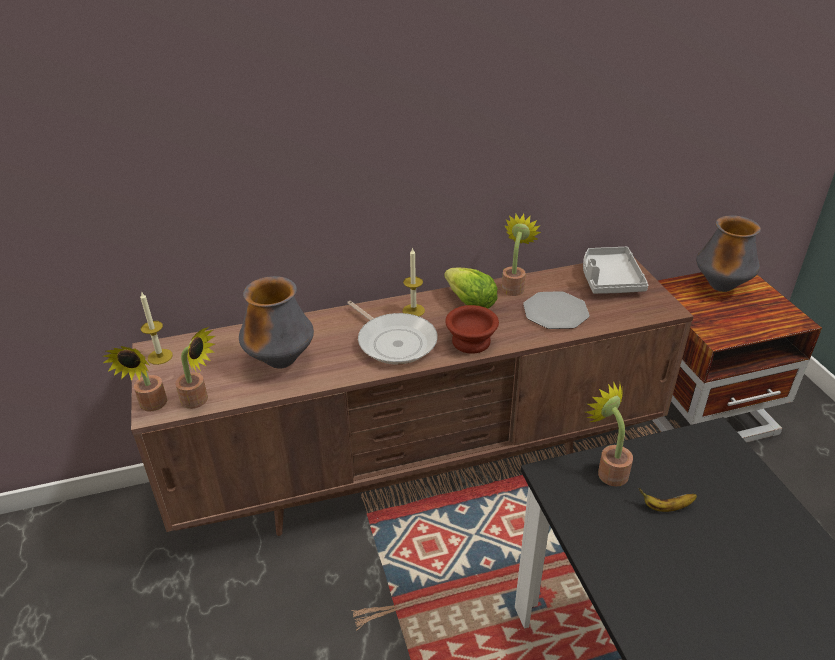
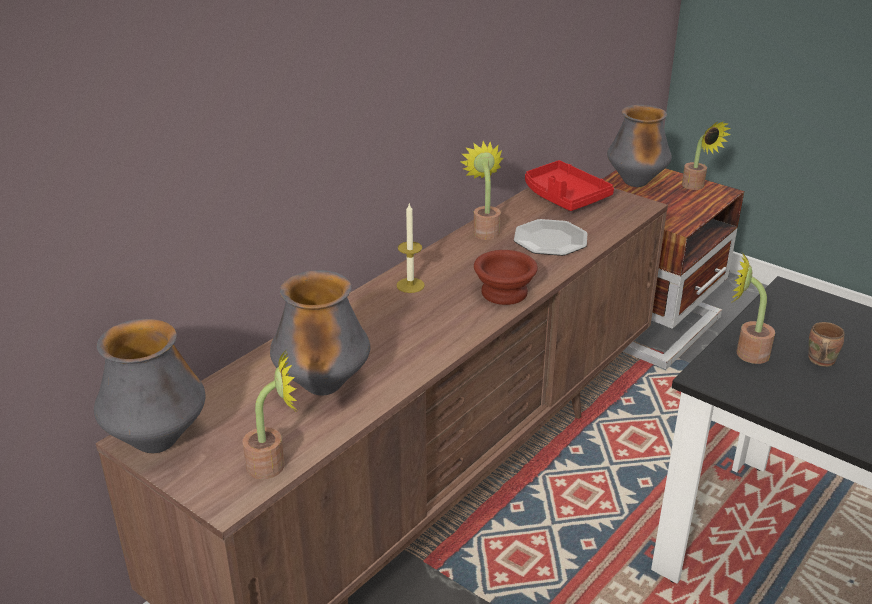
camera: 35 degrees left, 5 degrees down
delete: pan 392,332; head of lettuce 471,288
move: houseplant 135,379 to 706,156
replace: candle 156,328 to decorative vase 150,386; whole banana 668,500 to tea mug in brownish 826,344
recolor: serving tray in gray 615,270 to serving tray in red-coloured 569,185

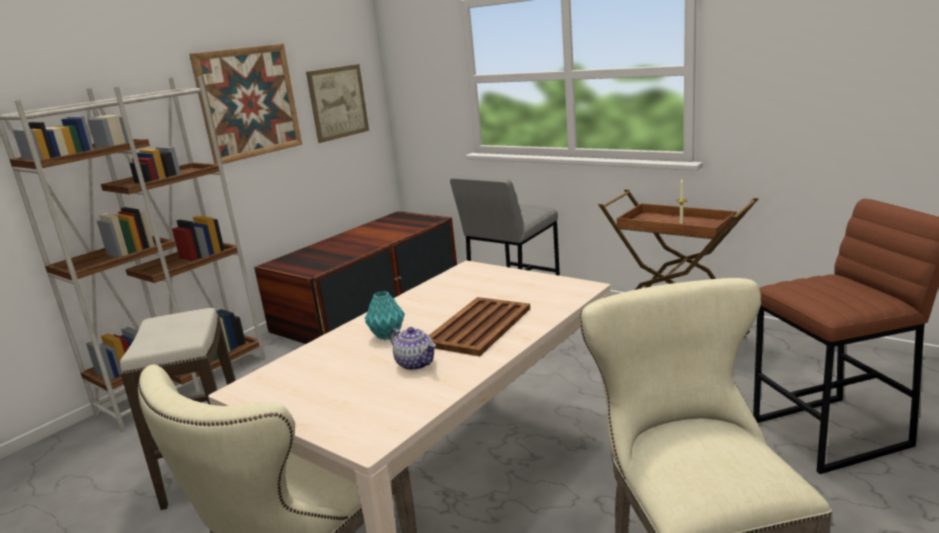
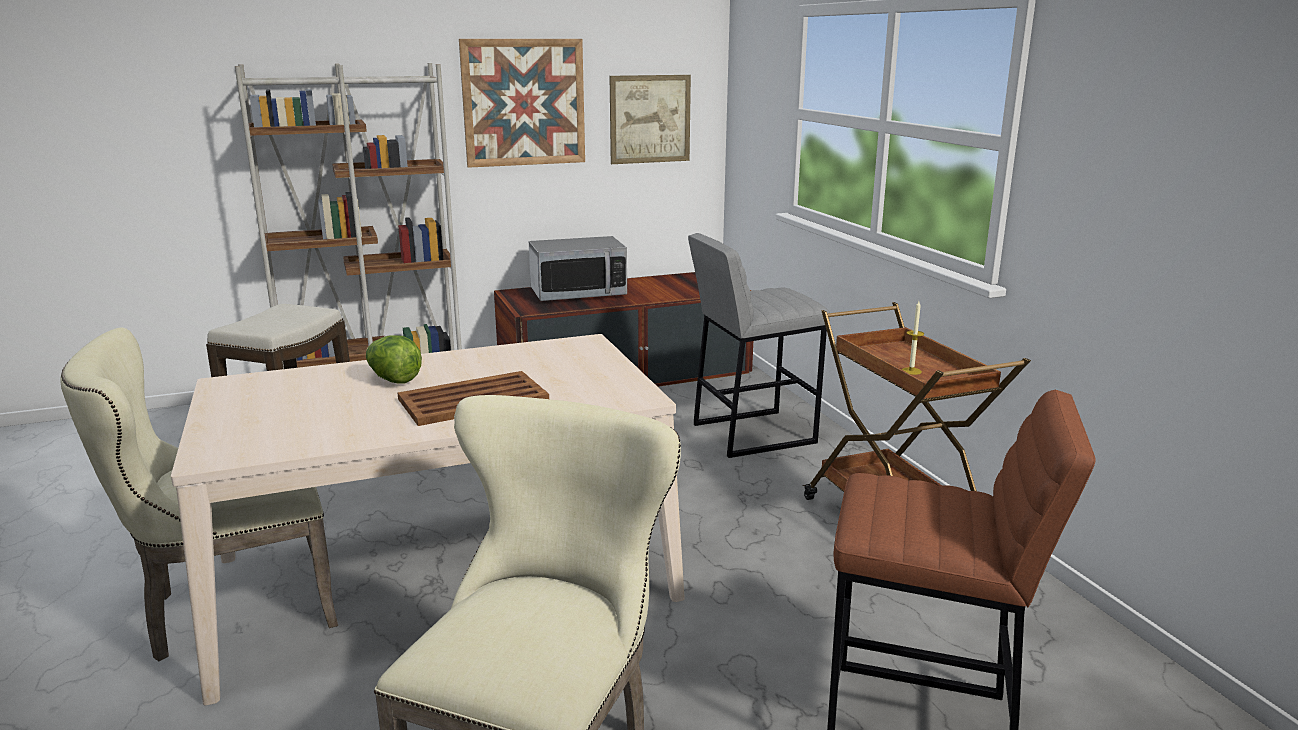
camera: 30 degrees right, 0 degrees up
delete: tea pot 413,348
insert: microwave 578,268
replace: decorative vase in blue-green 385,315 to head of lettuce 394,359

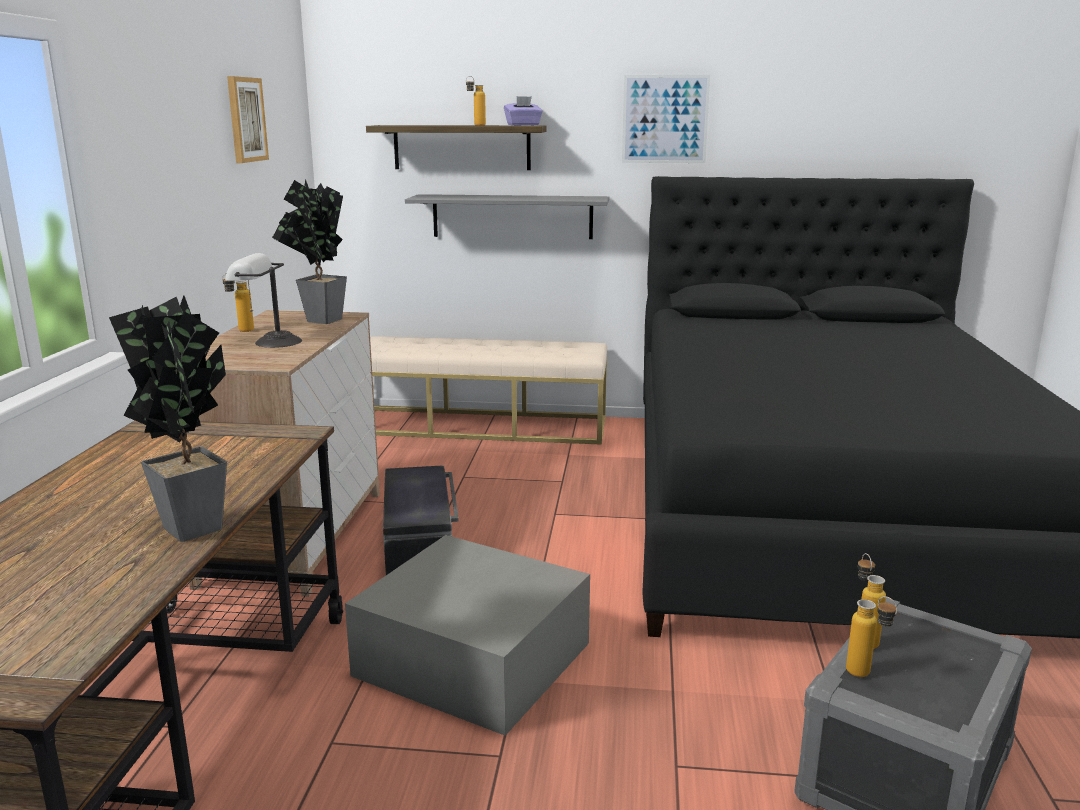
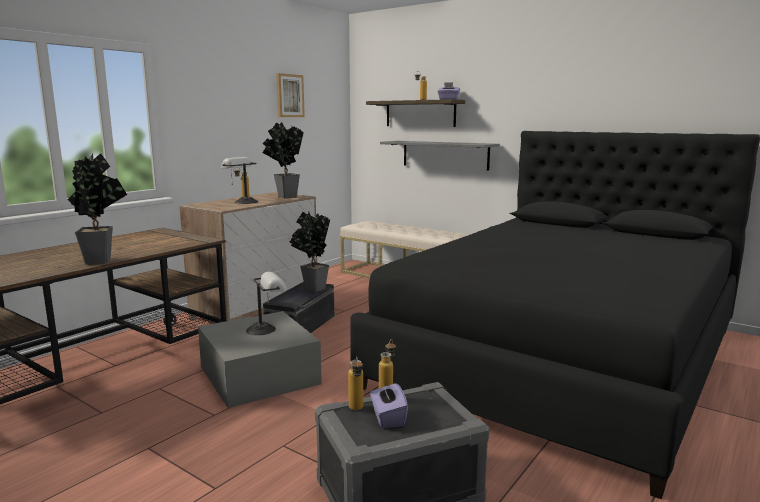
camera: 30 degrees right, 5 degrees down
delete: wall art 666,119
insert: tabletop lamp 266,303; houseplant 310,252; box of tissues in purple-coloured 389,404

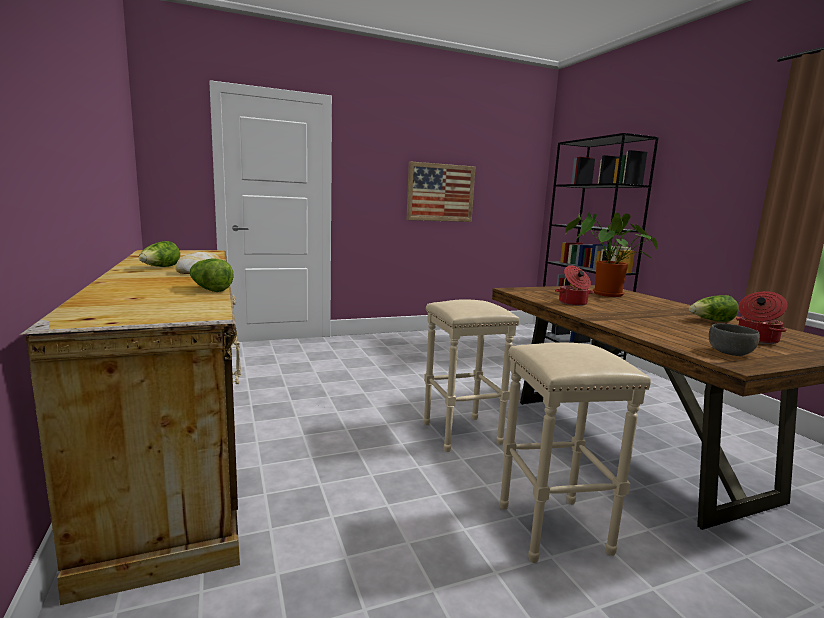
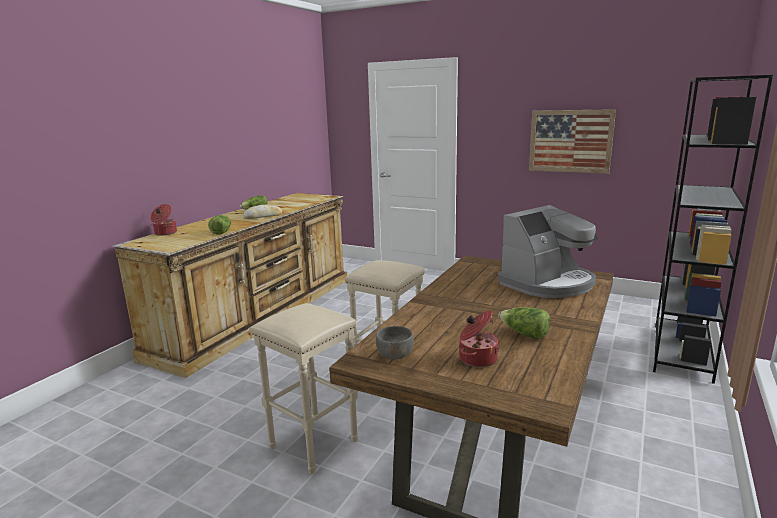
camera: 50 degrees right, 5 degrees up
move: stockpot 574,286 to 163,219
replace: houseplant 611,255 to coffee brewer 548,251

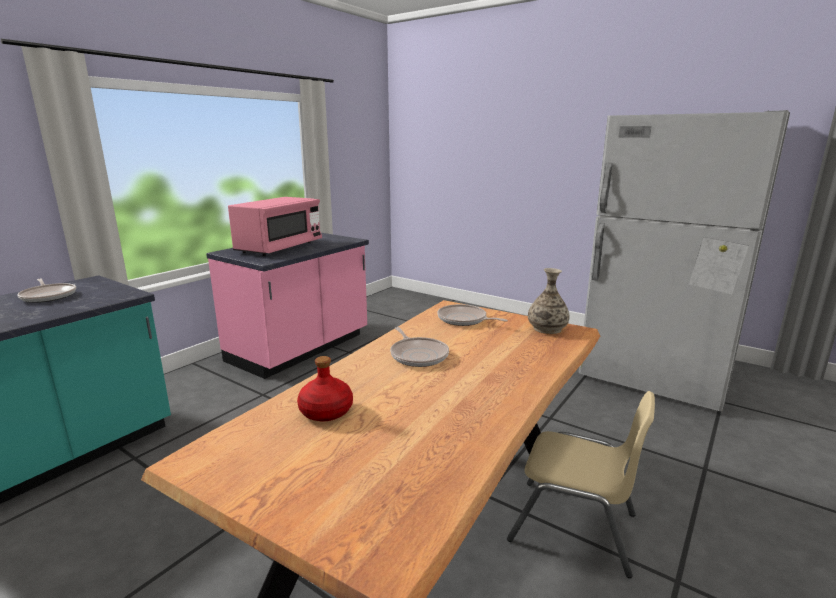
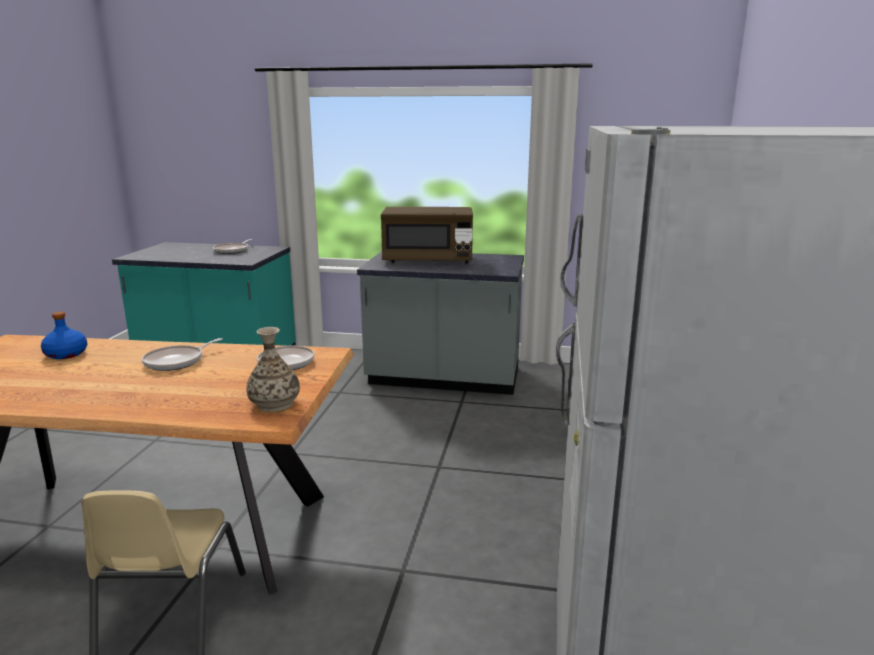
camera: 65 degrees right, 0 degrees up
recolor: kitchen base unit in pinkish 287,306 to kitchen base unit in gray 440,323; microwave in pinkish 275,226 to microwave in brownish 427,235; drink bottle in red-coloured 325,388 to drink bottle in bluish 64,335

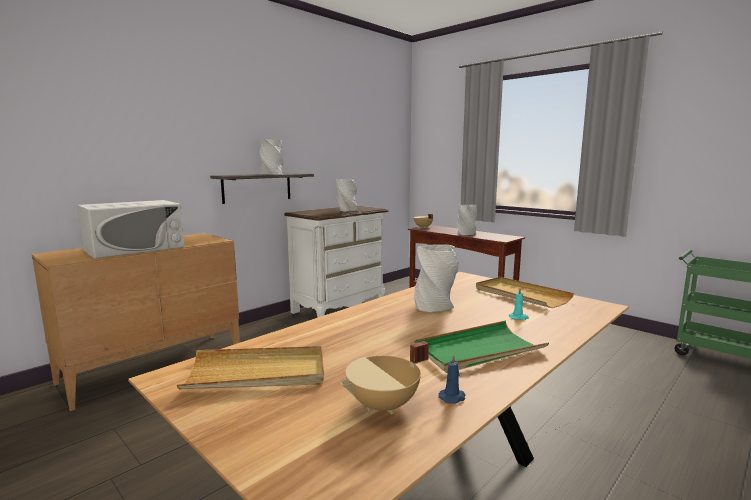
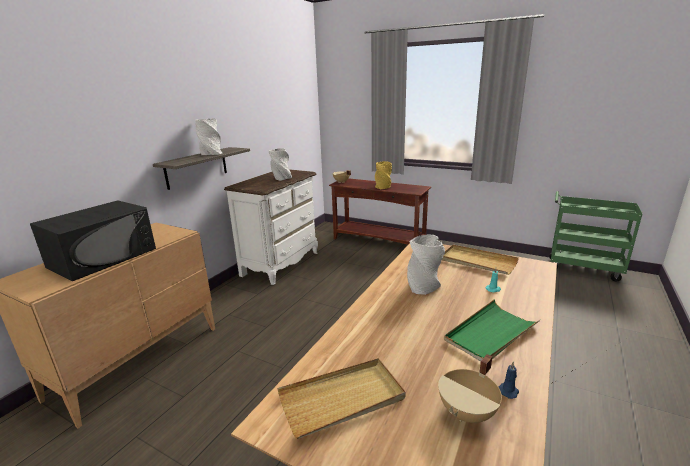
camera: 15 degrees left, 10 degrees up
recolor: microwave in white-coloured 130,229 to microwave in black-coloured 93,240; decorative vase in gray 467,219 to decorative vase in yellowish 383,175

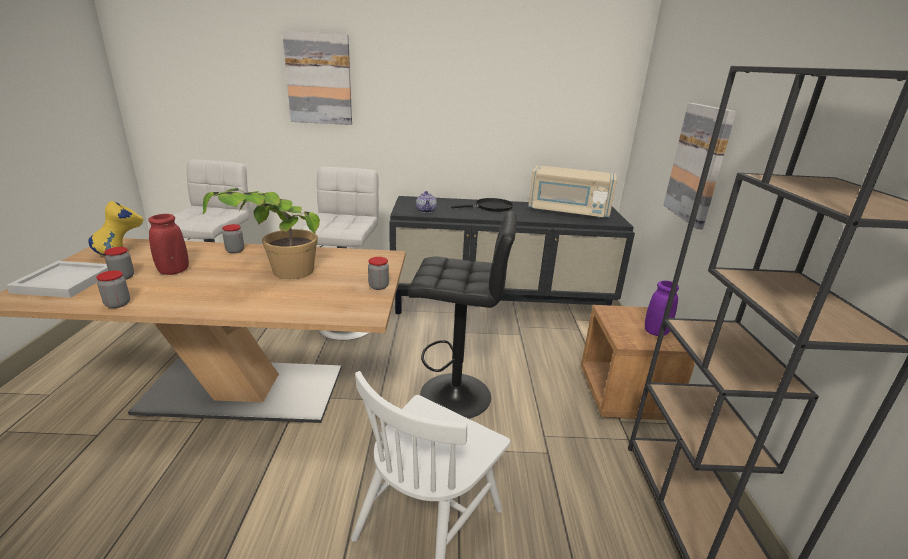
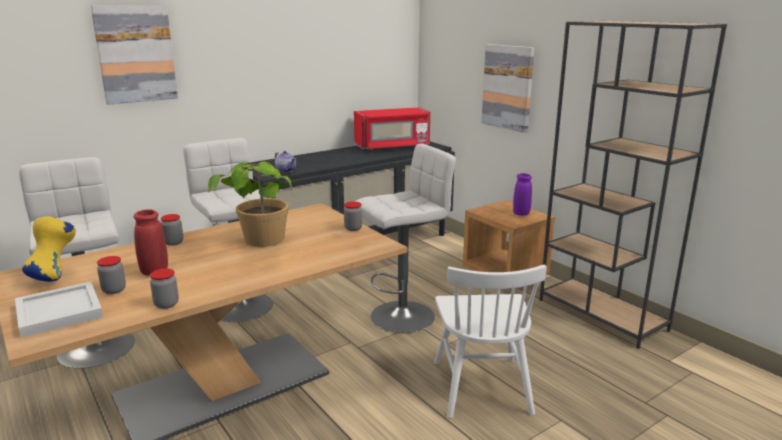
camera: 35 degrees left, 5 degrees down
delete: pan in black-coloured 482,205
recolor: sitting stool in black-coloured 462,315 to sitting stool in white-coloured 405,238; microwave in beige 572,191 to microwave in red-coloured 392,129

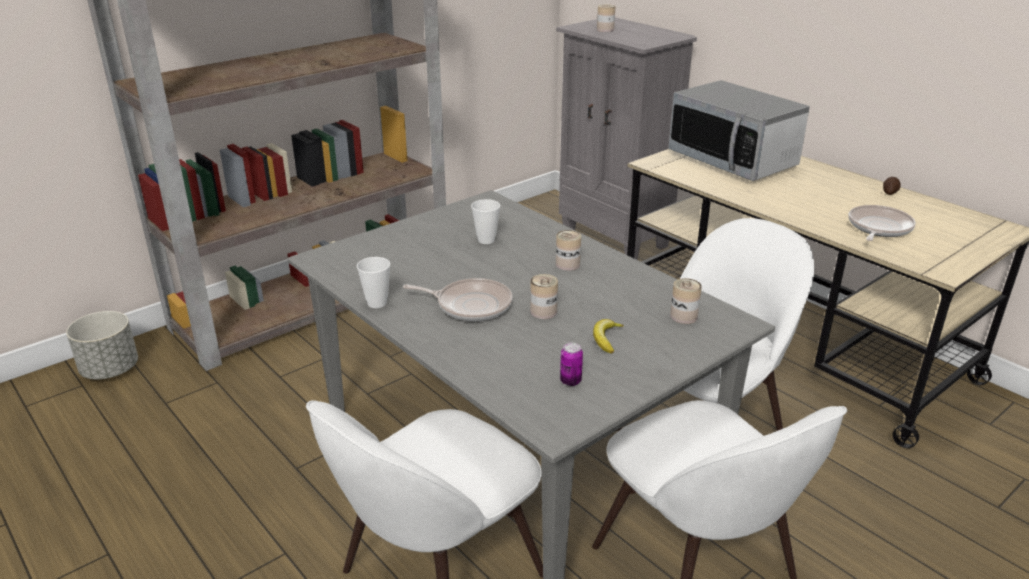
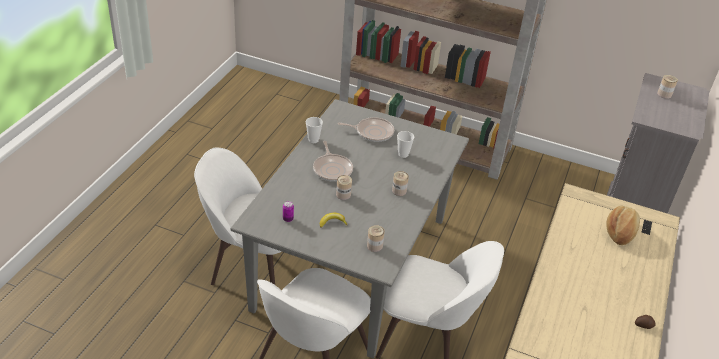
camera: 60 degrees right, 10 degrees up
delete: plant pot in gray 102,345
move: pan 882,223 to 366,129
replace: microwave 739,130 to bakery bread 623,225

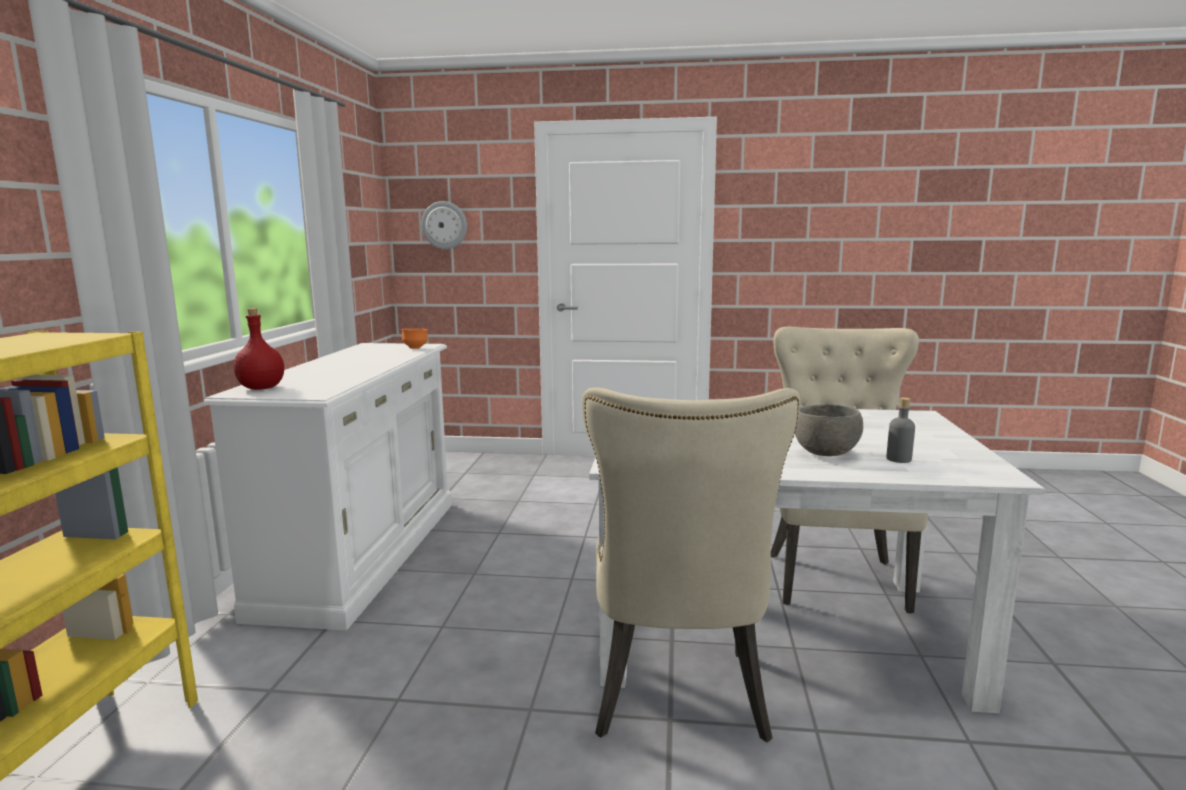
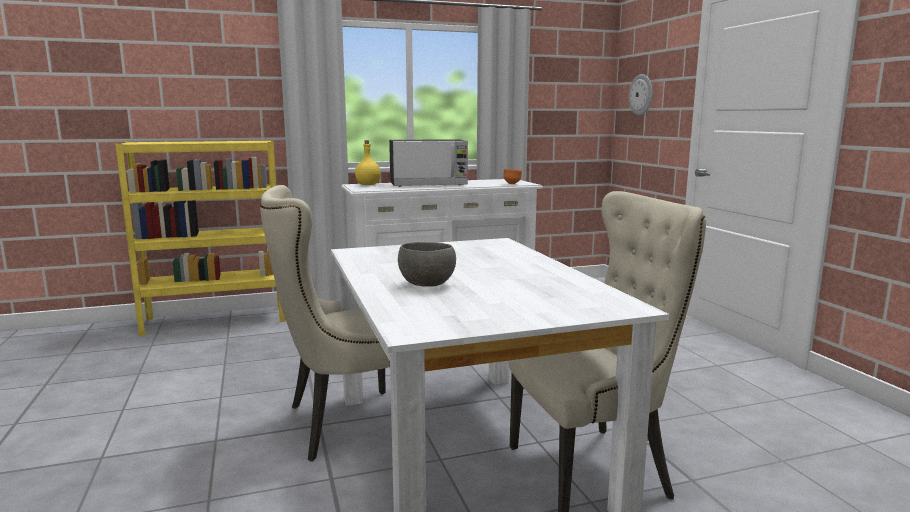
camera: 65 degrees right, 0 degrees up
delete: drink bottle in gray 900,430
insert: microwave 428,163
recolor: drink bottle in red-coloured 259,349 to drink bottle in yellowish 368,162

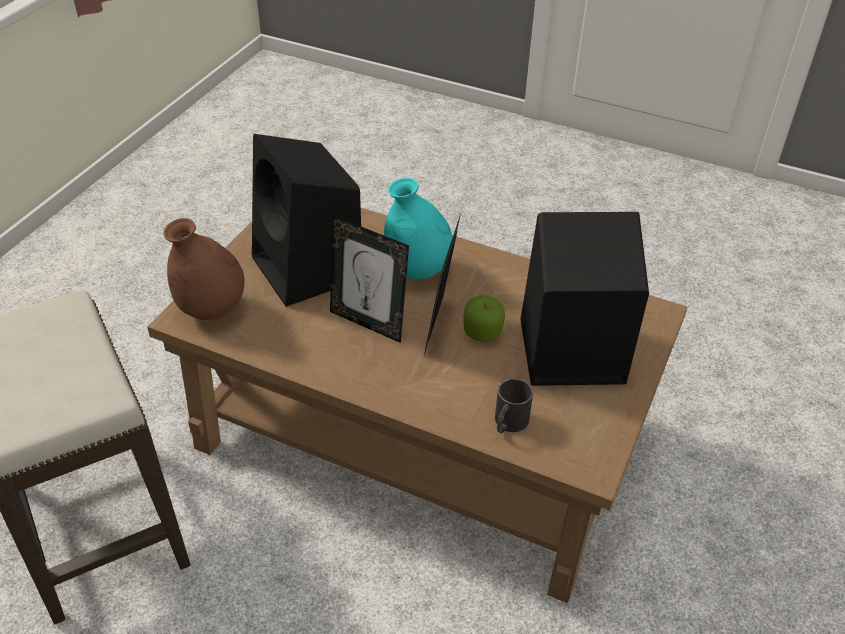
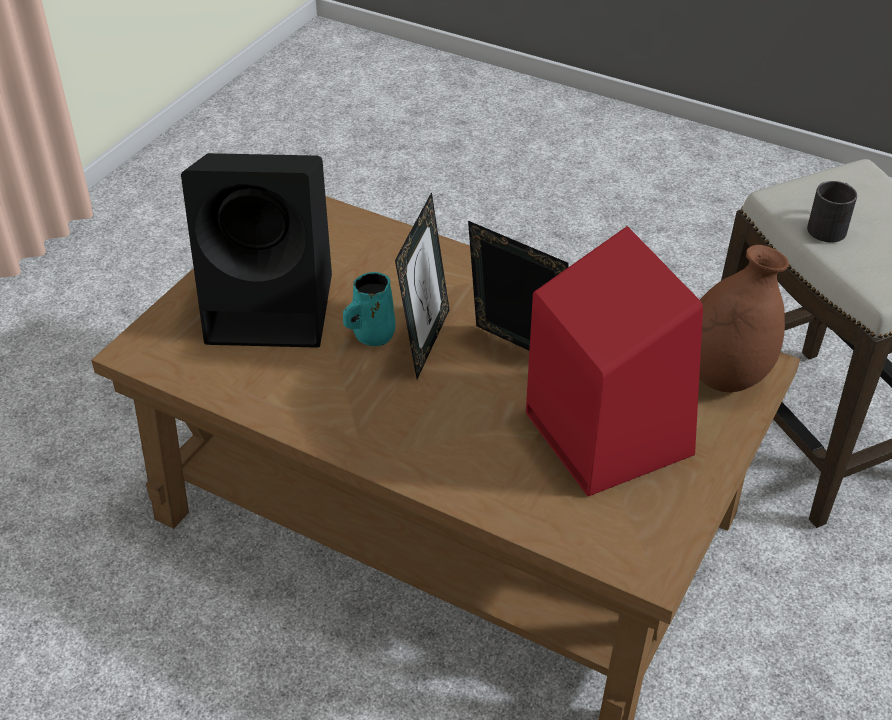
camera: 175 degrees left, 0 degrees up
delete: decorative vase in blue-green 418,228
move: tea mug in black-coloured 514,405 to 832,212
replace: apple 484,318 to tea mug in blue-green 369,309
recolor: audio speaker in black-coloured 306,220 to audio speaker in red-coloured 614,361

